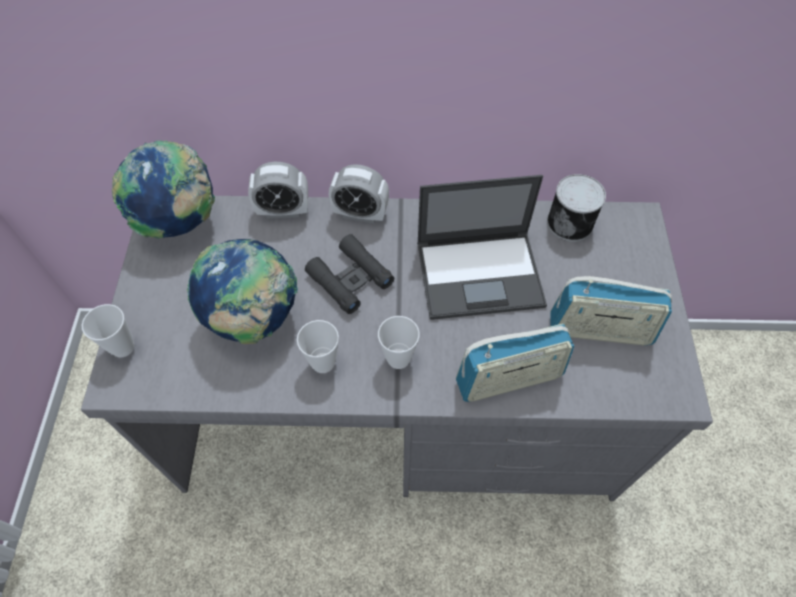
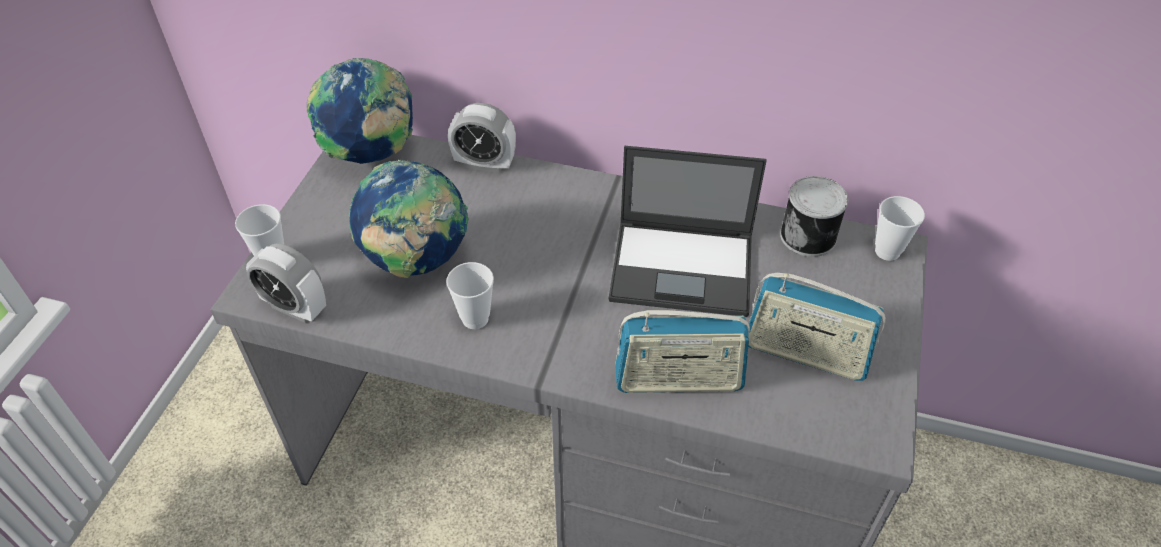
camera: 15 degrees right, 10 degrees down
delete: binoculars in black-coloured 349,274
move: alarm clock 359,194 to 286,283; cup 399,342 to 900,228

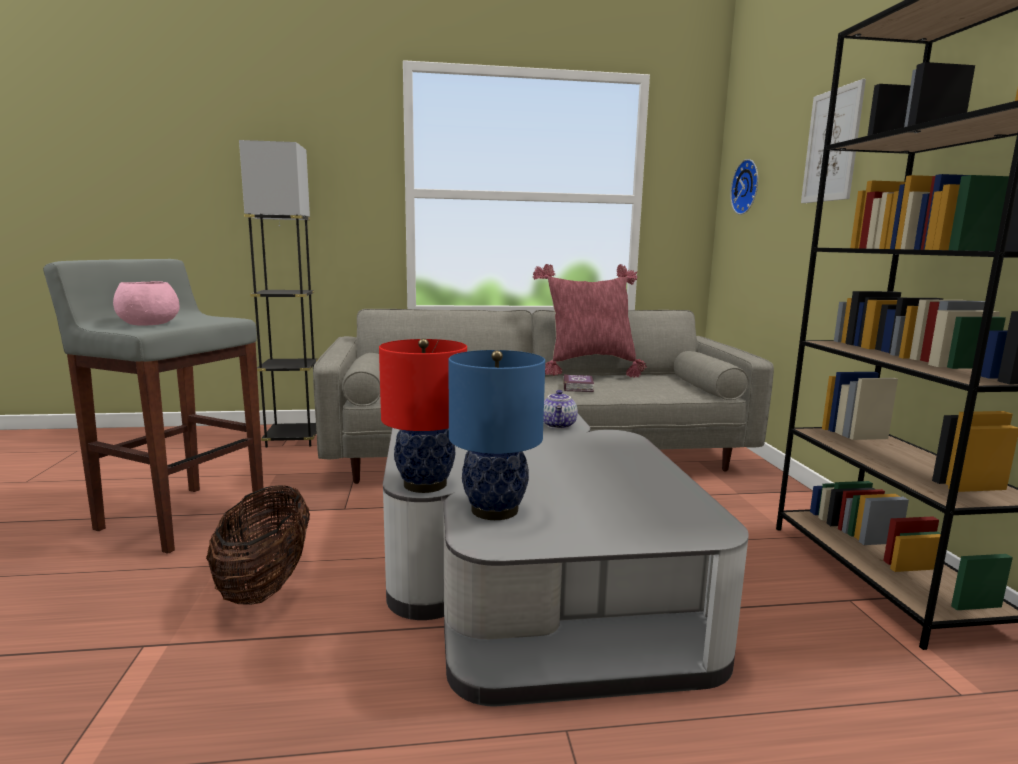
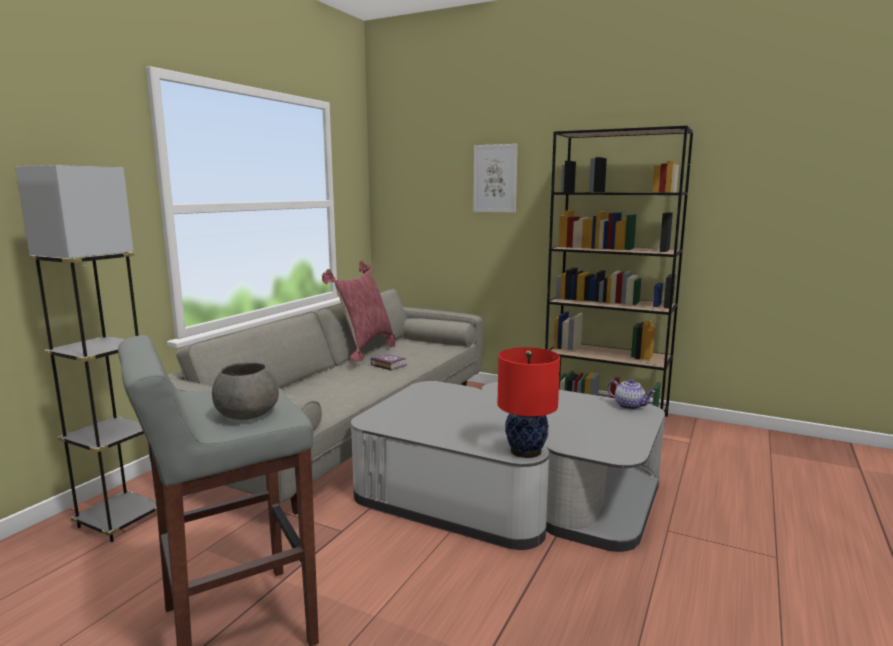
camera: 55 degrees left, 0 degrees up
delete: basket 258,545; tabletop lamp in bluish 497,435; wall clock 744,187
move: tea pot 560,409 to 631,394
recolor: bowl in pinkish 146,303 to bowl in gray 245,391

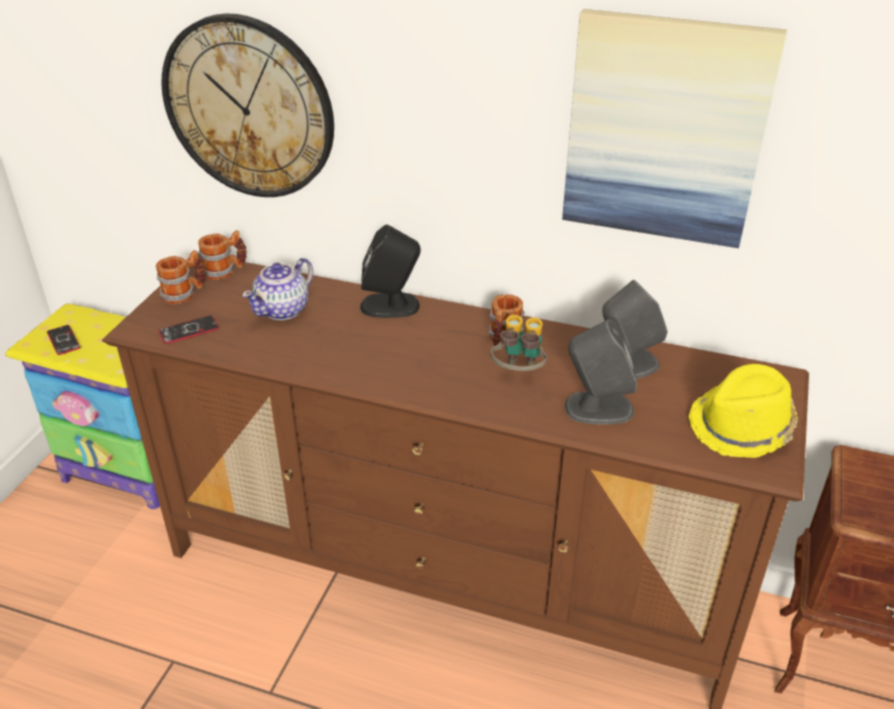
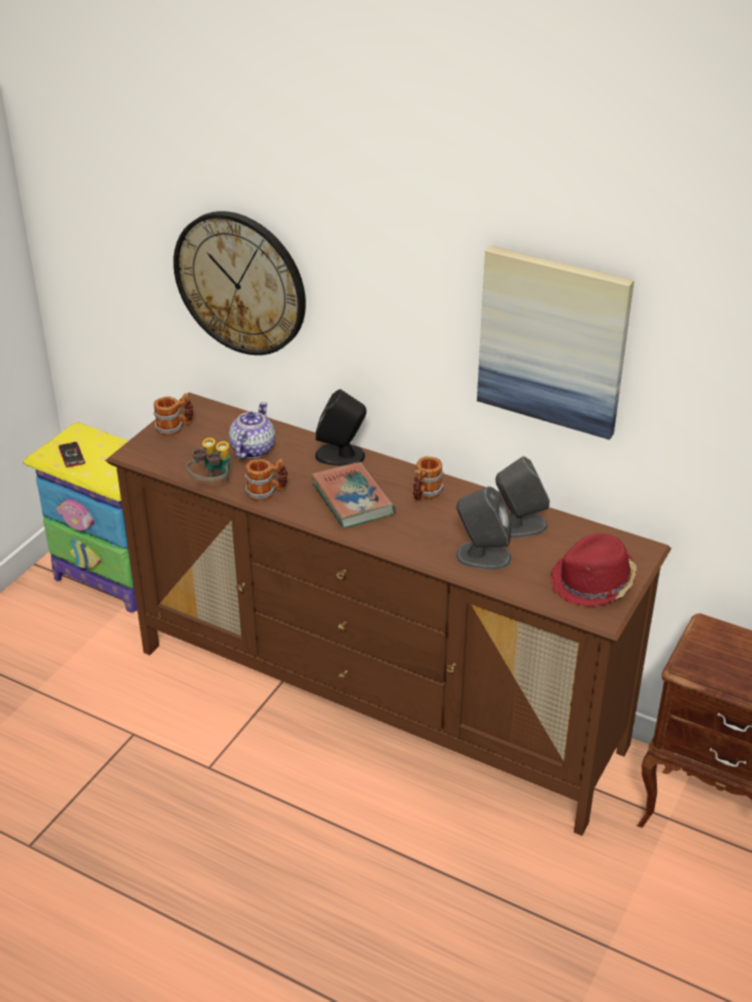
camera: 10 degrees right, 0 degrees up
delete: phone 188,329
insert: volume 353,495
move: tea mug 222,255 to 266,480; binoculars 519,343 to 208,459
recolor: hat in yellowish 743,411 to hat in red-coloured 593,570
rotate: tea pot 278,289 = 252,430 150 degrees clockwise

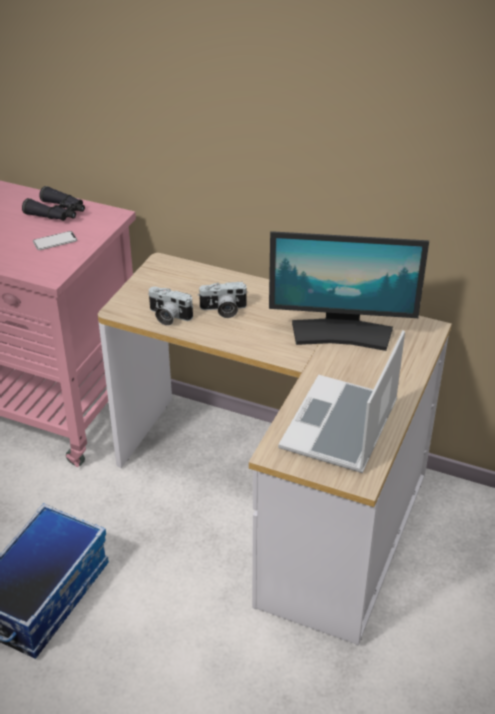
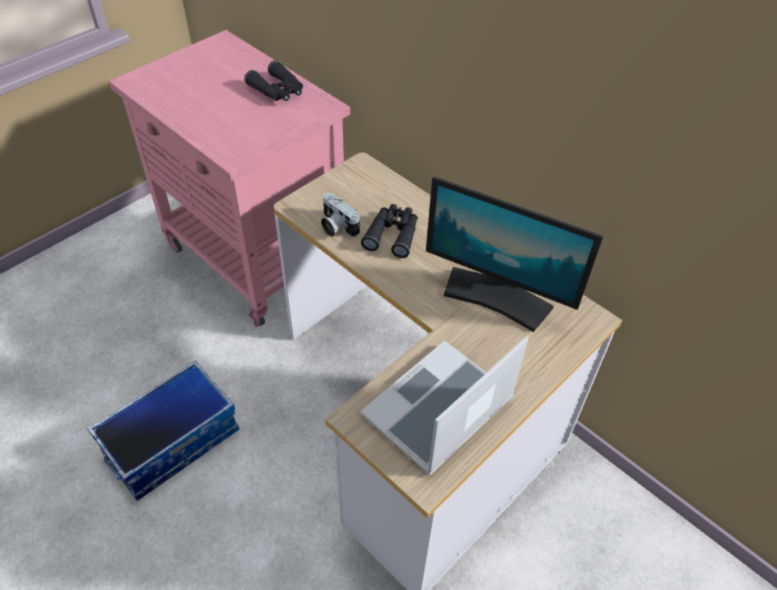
camera: 20 degrees right, 10 degrees up
delete: phone 55,240
replace: photo camera 223,300 to binoculars in black-coloured 389,231

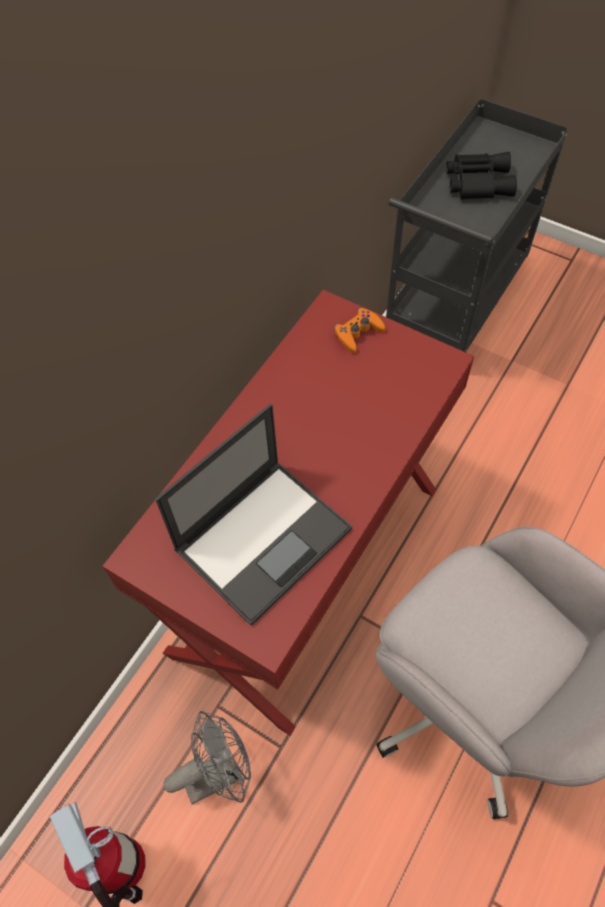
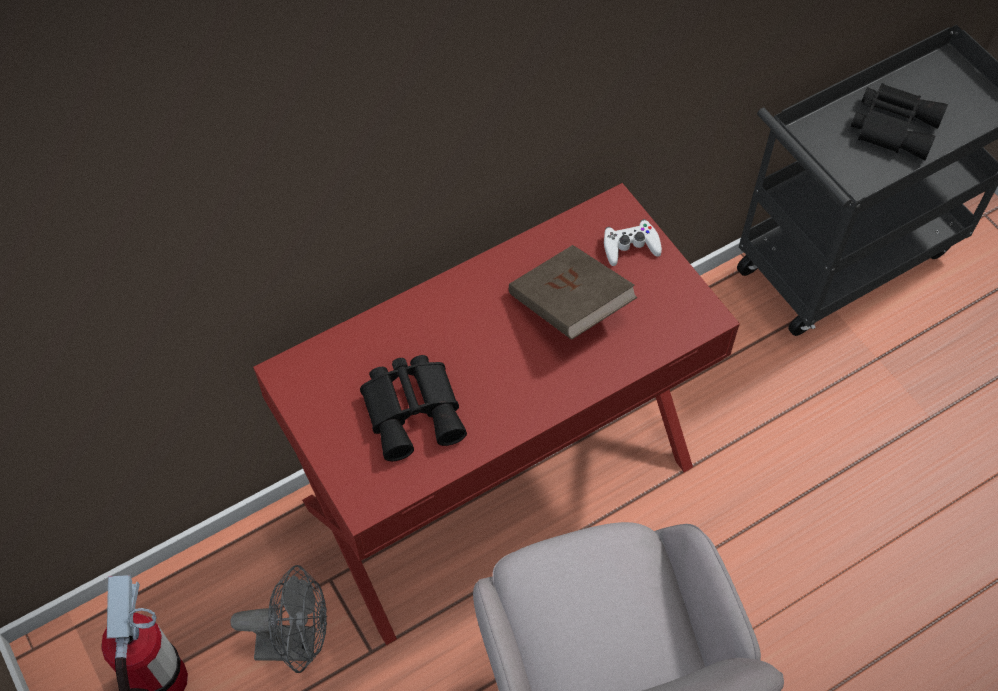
camera: 25 degrees right, 0 degrees up
insert: volume in brownish 573,292
replace: portable computer 253,514 to binoculars in black-coloured 413,408
recolor: game controller in orangey 360,331 to game controller in white-coloured 633,242

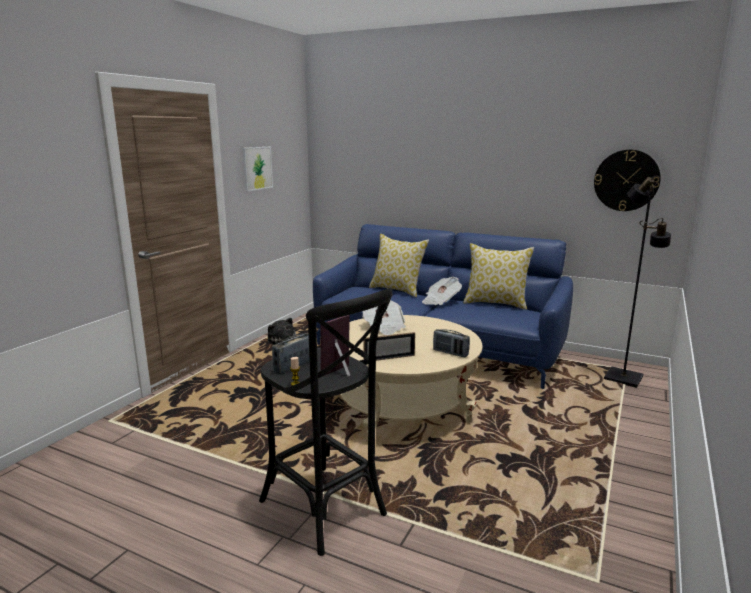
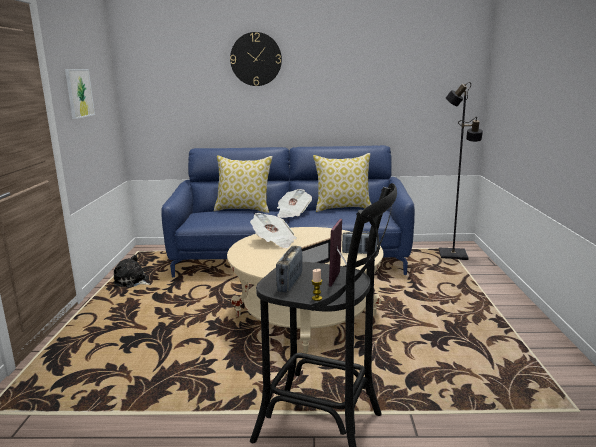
camera: 25 degrees left, 0 degrees up
move: wall clock 627,180 to 256,59

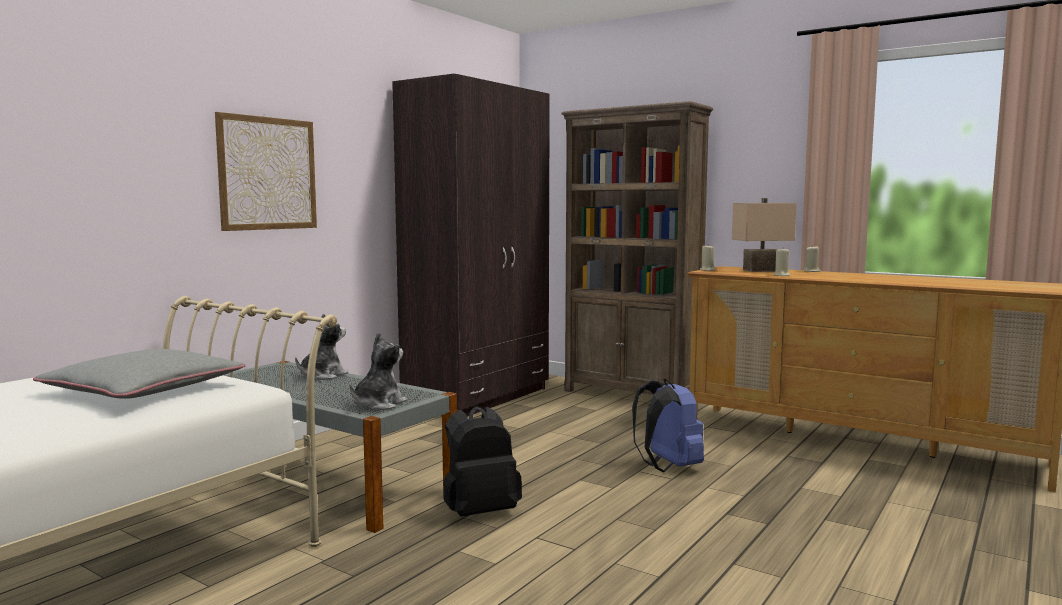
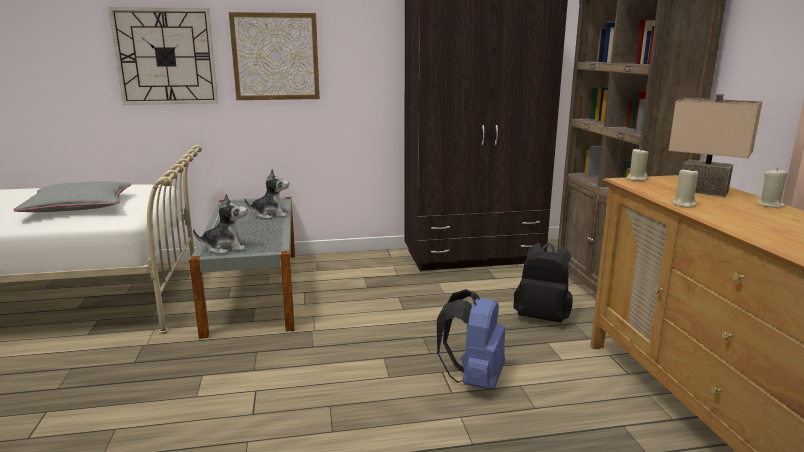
camera: 45 degrees right, 10 degrees up
insert: wall clock 163,56
move: knapsack in black-coloured 482,461 to 543,283

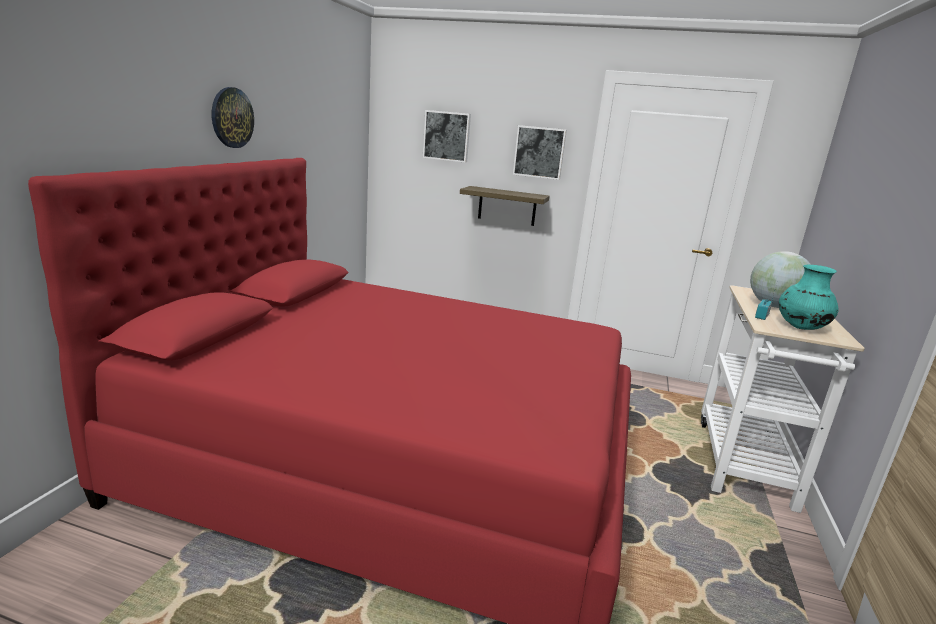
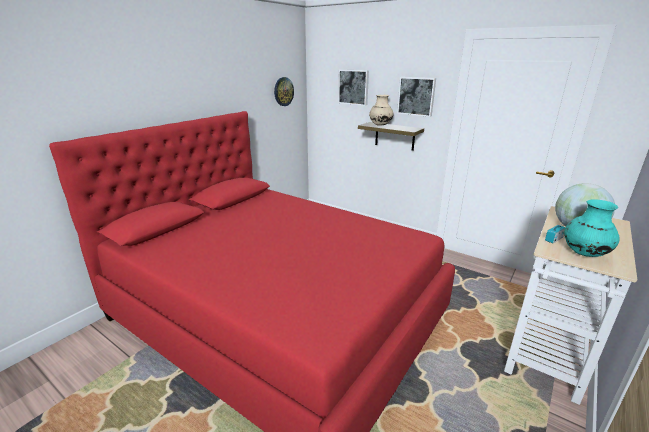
camera: 20 degrees right, 5 degrees up
insert: decorative vase in beige 381,110
move: wall clock 233,117 to 284,91

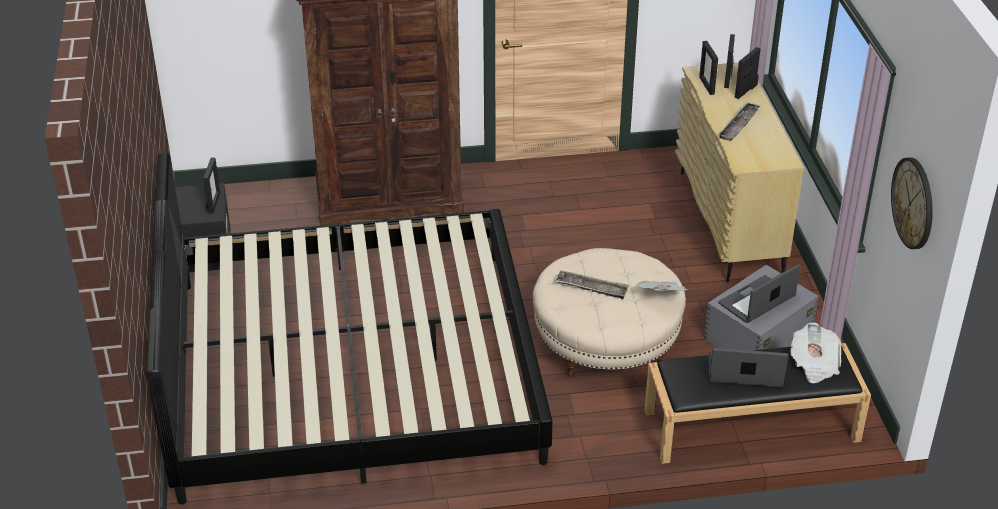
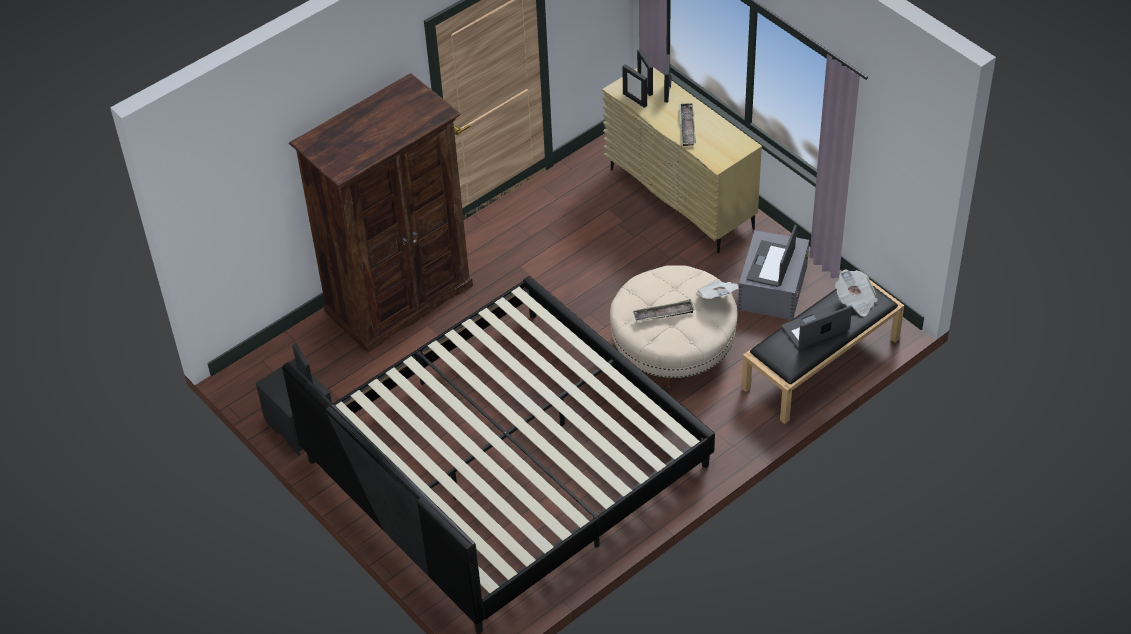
camera: 30 degrees left, 10 degrees up
delete: wall clock 912,203

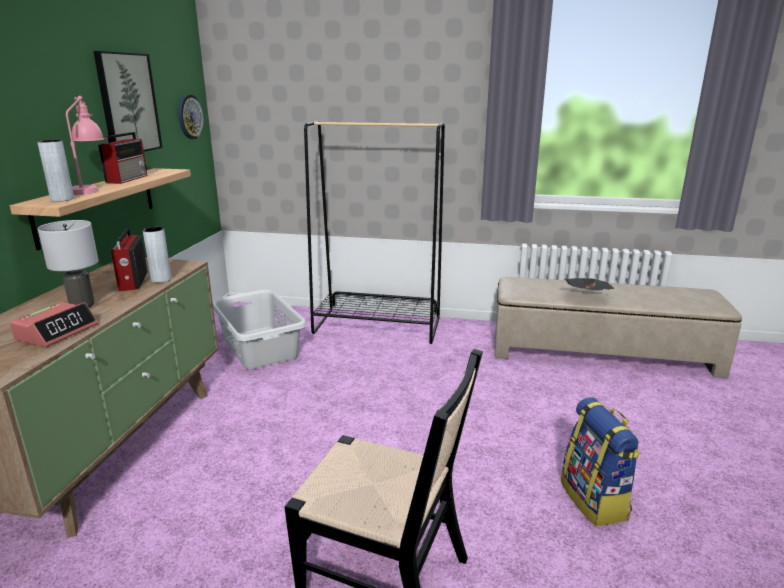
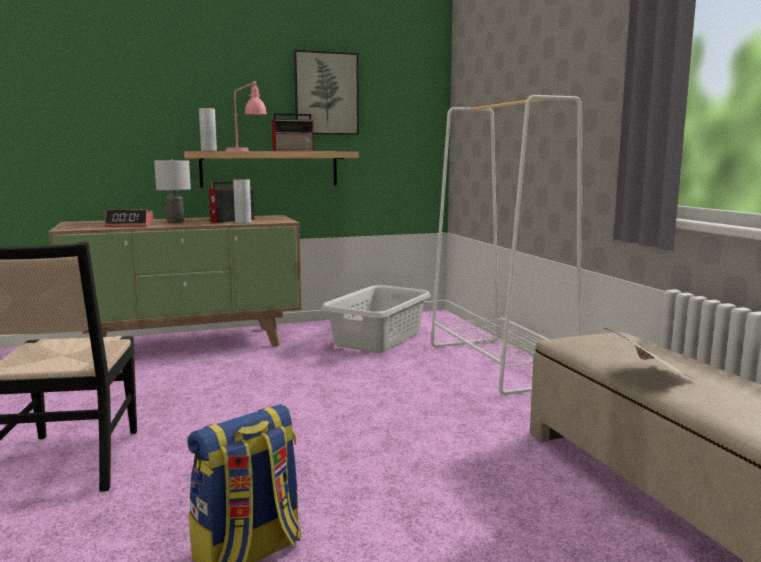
camera: 60 degrees right, 10 degrees down
delete: wall clock 191,117
recolor: garment rack in black-coloured 374,232 to garment rack in white-coloured 506,245

